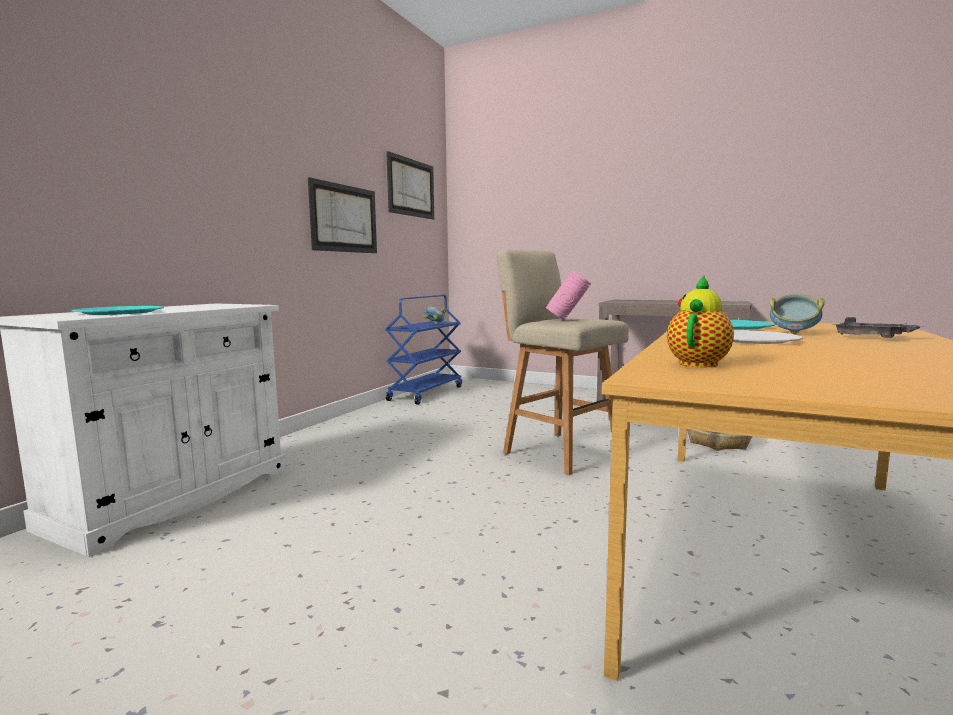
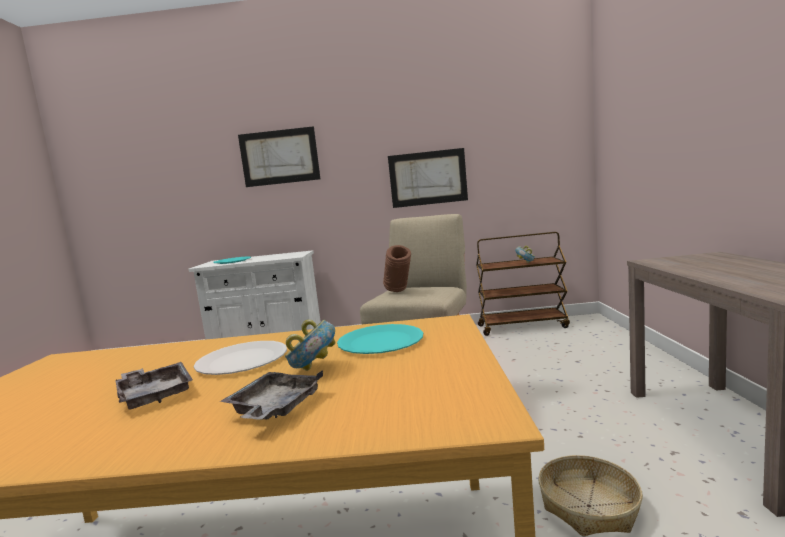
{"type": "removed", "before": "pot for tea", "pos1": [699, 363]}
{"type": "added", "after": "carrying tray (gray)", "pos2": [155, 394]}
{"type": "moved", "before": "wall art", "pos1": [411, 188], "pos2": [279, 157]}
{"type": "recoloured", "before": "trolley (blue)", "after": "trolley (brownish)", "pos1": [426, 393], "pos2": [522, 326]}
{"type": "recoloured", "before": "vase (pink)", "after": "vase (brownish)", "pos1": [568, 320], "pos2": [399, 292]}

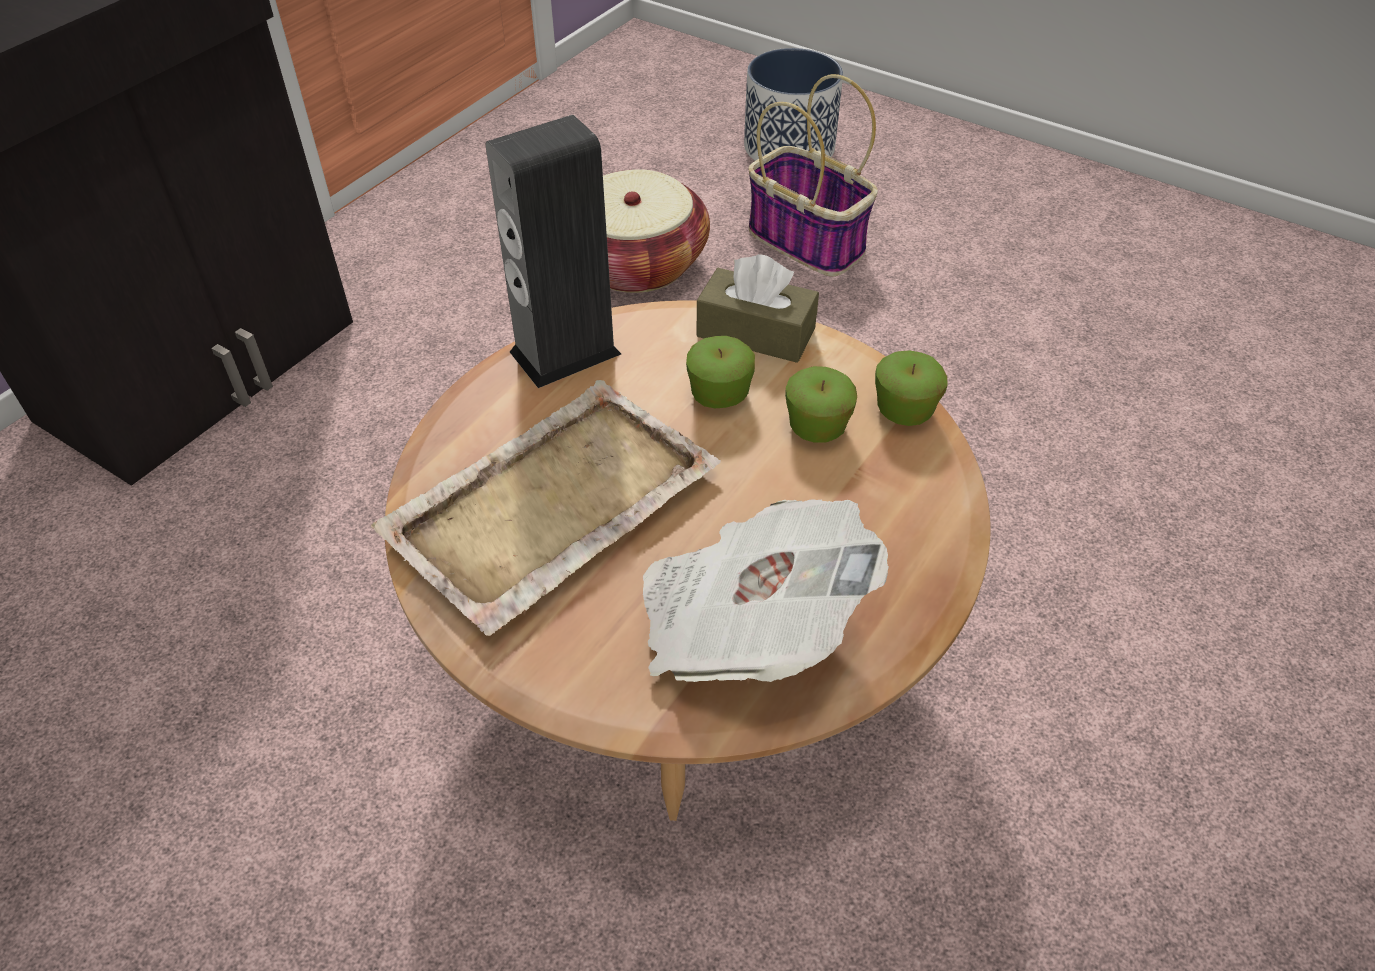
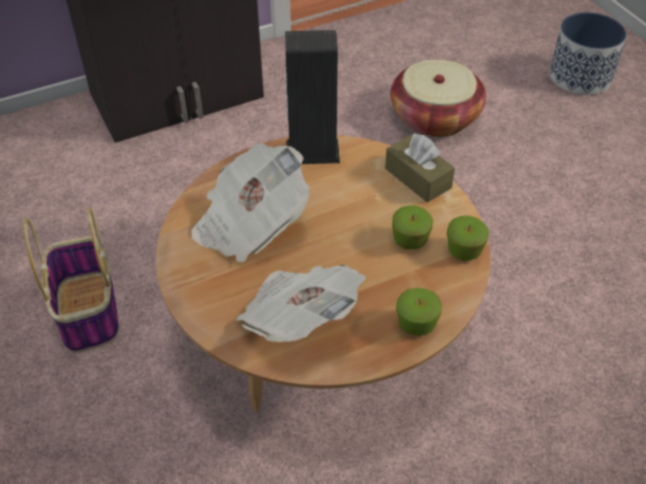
{"type": "moved", "before": "apple fruit", "pos1": [719, 395], "pos2": [416, 324]}
{"type": "moved", "before": "basket", "pos1": [808, 242], "pos2": [88, 313]}
{"type": "replaced", "before": "carrying tray (sand-coloured)", "after": "newspaper", "pos1": [548, 506], "pos2": [250, 224]}

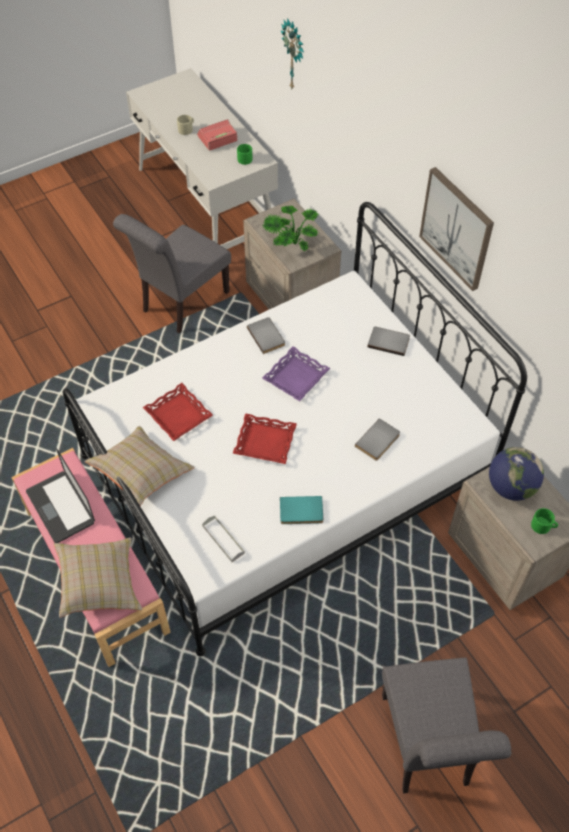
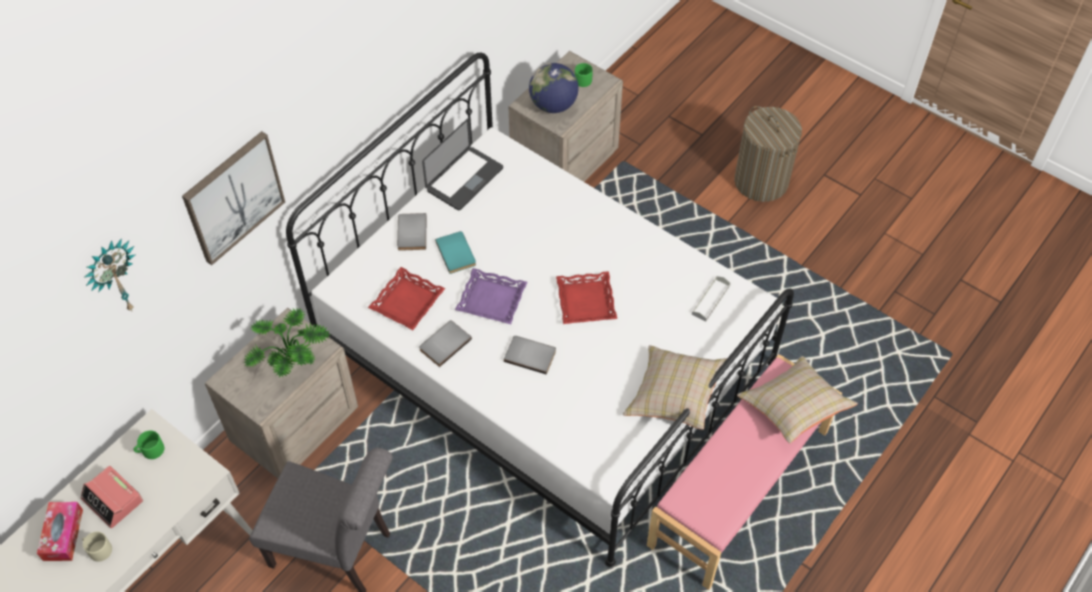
{"type": "added", "after": "tissue holder", "pos2": [63, 535]}
{"type": "moved", "before": "portable computer", "pos1": [61, 507], "pos2": [464, 179]}
{"type": "moved", "before": "carrying tray (red-coloured)", "pos1": [179, 415], "pos2": [407, 302]}
{"type": "moved", "before": "volume (turquoise-coloured)", "pos1": [301, 512], "pos2": [457, 253]}
{"type": "moved", "before": "volume (gray)", "pos1": [378, 441], "pos2": [530, 354]}
{"type": "moved", "before": "wall art", "pos1": [457, 228], "pos2": [233, 197]}
{"type": "replaced", "before": "upright chair (gray)", "after": "hamper", "pos1": [427, 746], "pos2": [761, 181]}

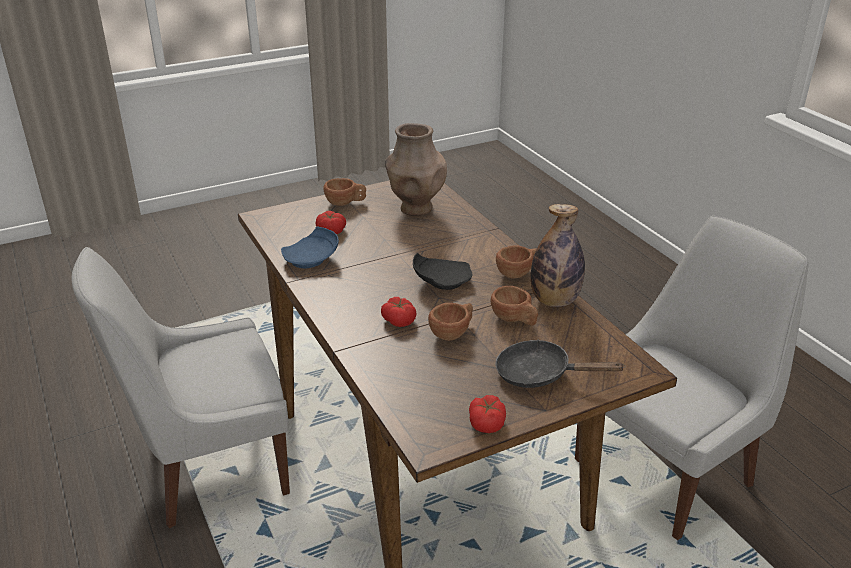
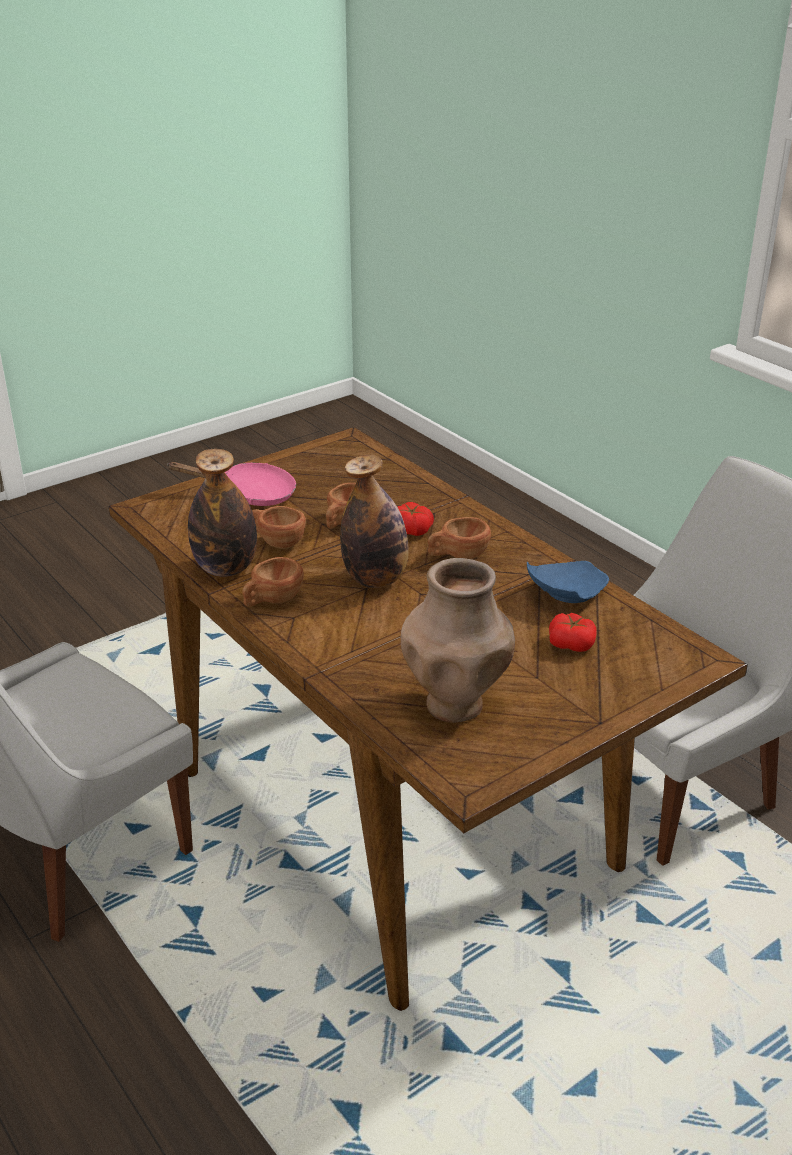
{"type": "removed", "before": "fresh tomato", "pos1": [487, 423]}
{"type": "moved", "before": "drinking cup (brownish)", "pos1": [345, 203], "pos2": [458, 556]}
{"type": "replaced", "before": "dinner plate (blackish)", "after": "drink bottle", "pos1": [441, 281], "pos2": [375, 579]}
{"type": "recoloured", "before": "pan (blackish)", "after": "pan (pink)", "pos1": [540, 374], "pos2": [250, 494]}

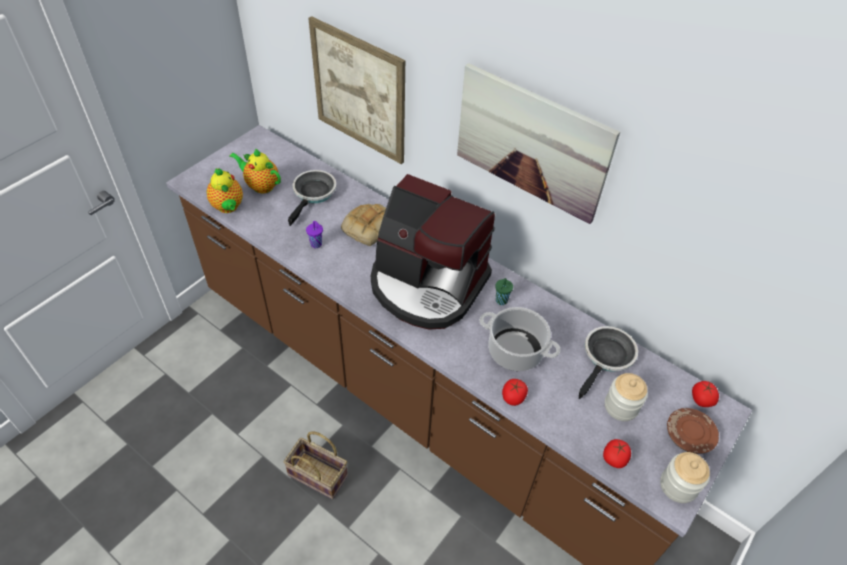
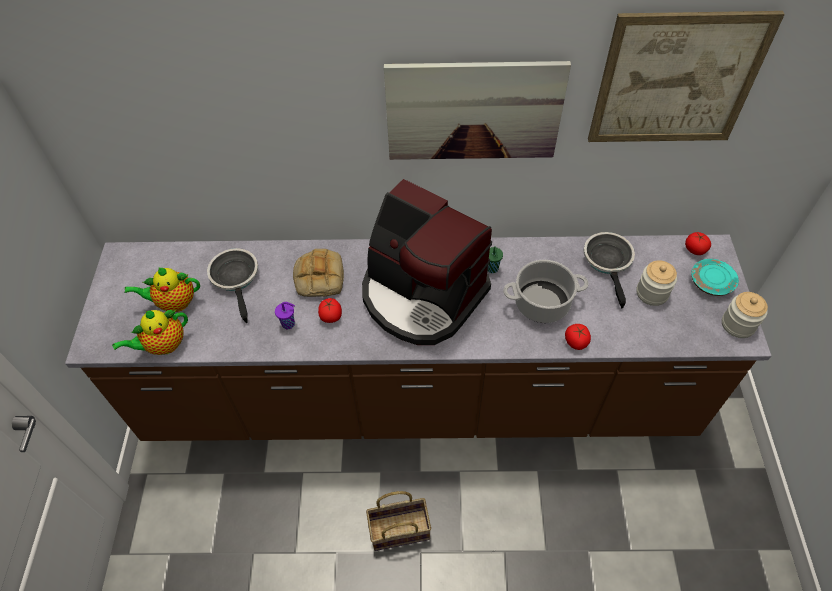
{"type": "moved", "before": "wall art", "pos1": [359, 91], "pos2": [676, 80]}
{"type": "moved", "before": "fresh tomato", "pos1": [614, 458], "pos2": [331, 316]}
{"type": "recoloured", "before": "dinner plate (brownish)", "after": "dinner plate (turquoise-coloured)", "pos1": [688, 436], "pos2": [711, 283]}
{"type": "turned", "before": "pot for tea", "pos1": [228, 207], "pos2": [163, 345], "turn": 120}
{"type": "turned", "before": "coffee maker", "pos1": [427, 285], "pos2": [422, 295], "turn": 45}

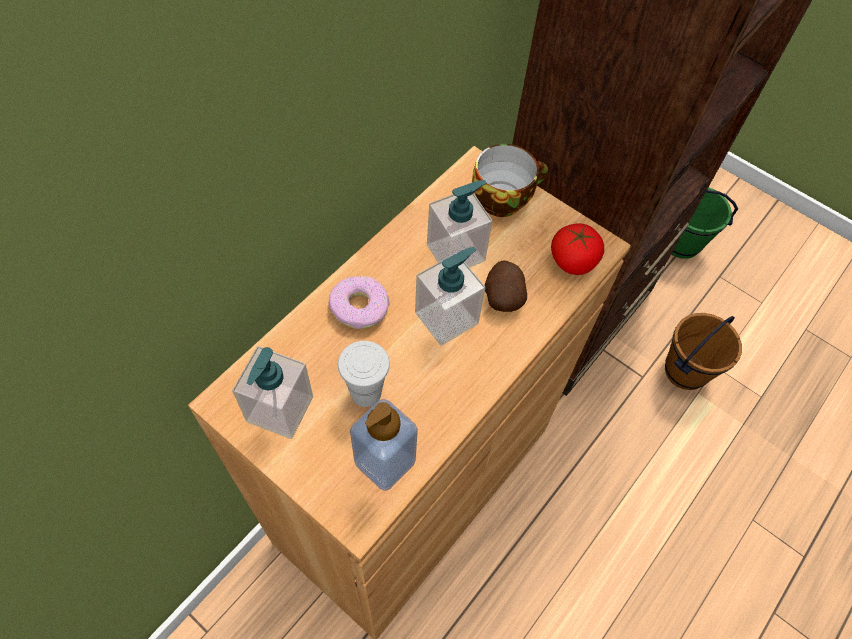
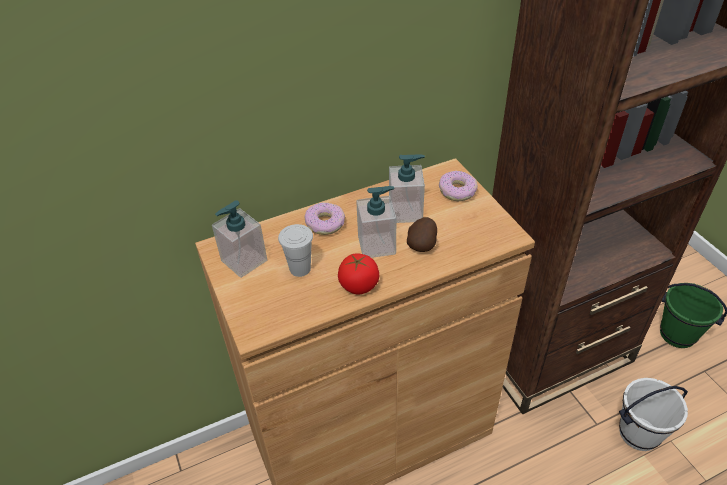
{"type": "removed", "before": "soap bottle", "pos1": [385, 462]}
{"type": "moved", "before": "fresh tomato", "pos1": [573, 261], "pos2": [359, 285]}
{"type": "replaced", "before": "drinking cup", "after": "ring doughnut", "pos1": [503, 198], "pos2": [457, 191]}
{"type": "recoloured", "before": "bucket (brownish)", "after": "bucket (whitish)", "pos1": [684, 370], "pos2": [638, 433]}

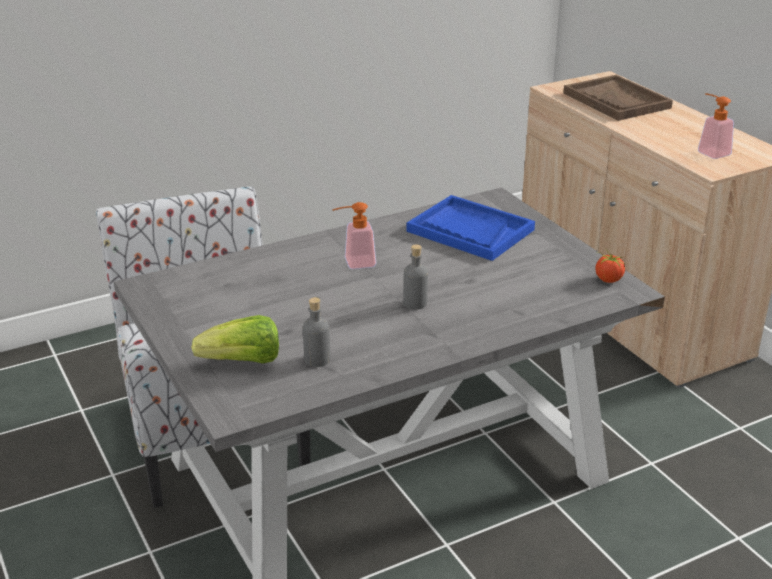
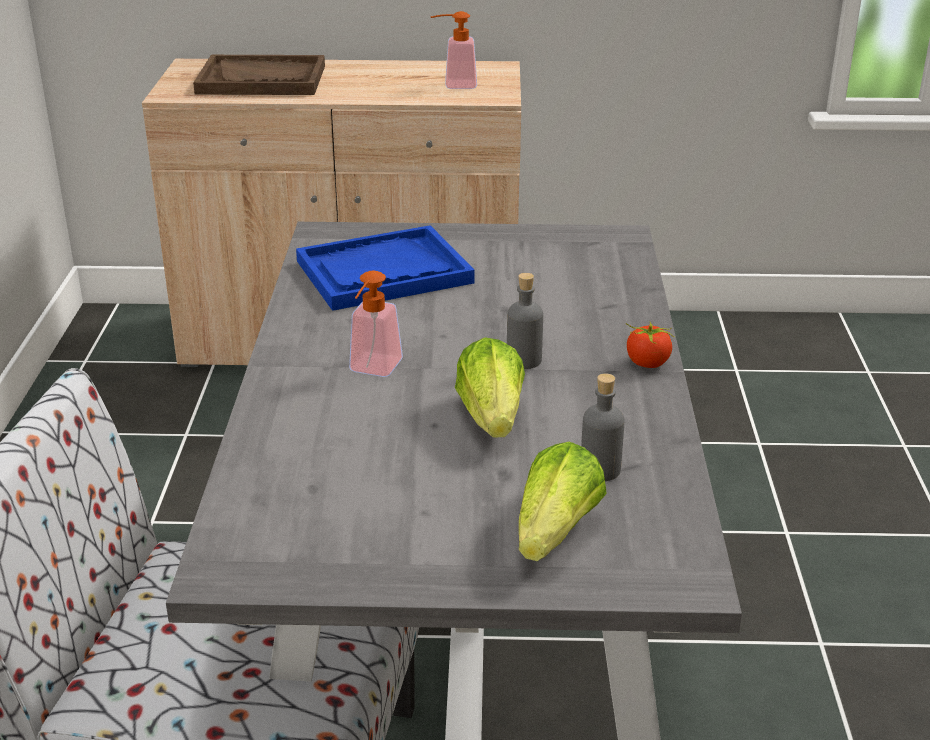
{"type": "added", "after": "head of lettuce", "pos2": [492, 417]}
{"type": "moved", "before": "fresh tomato", "pos1": [608, 279], "pos2": [647, 363]}

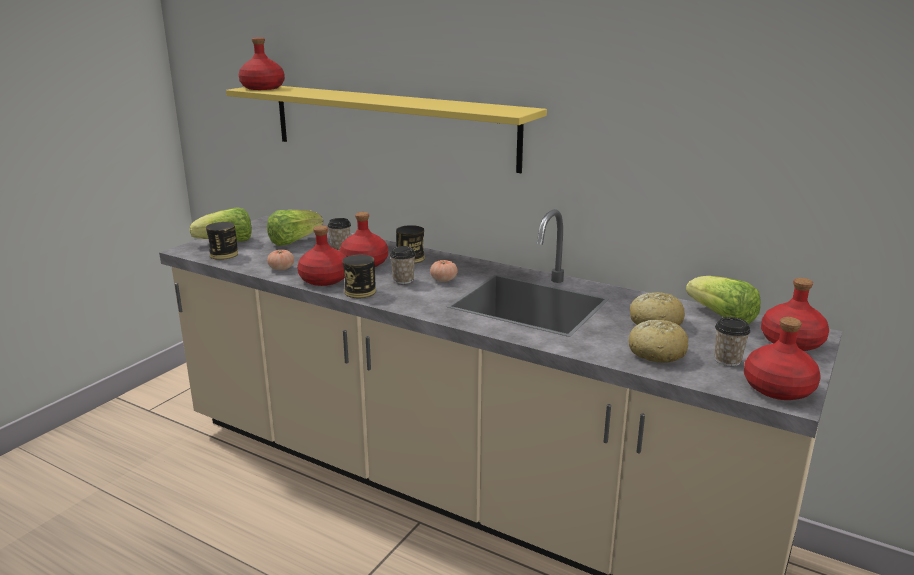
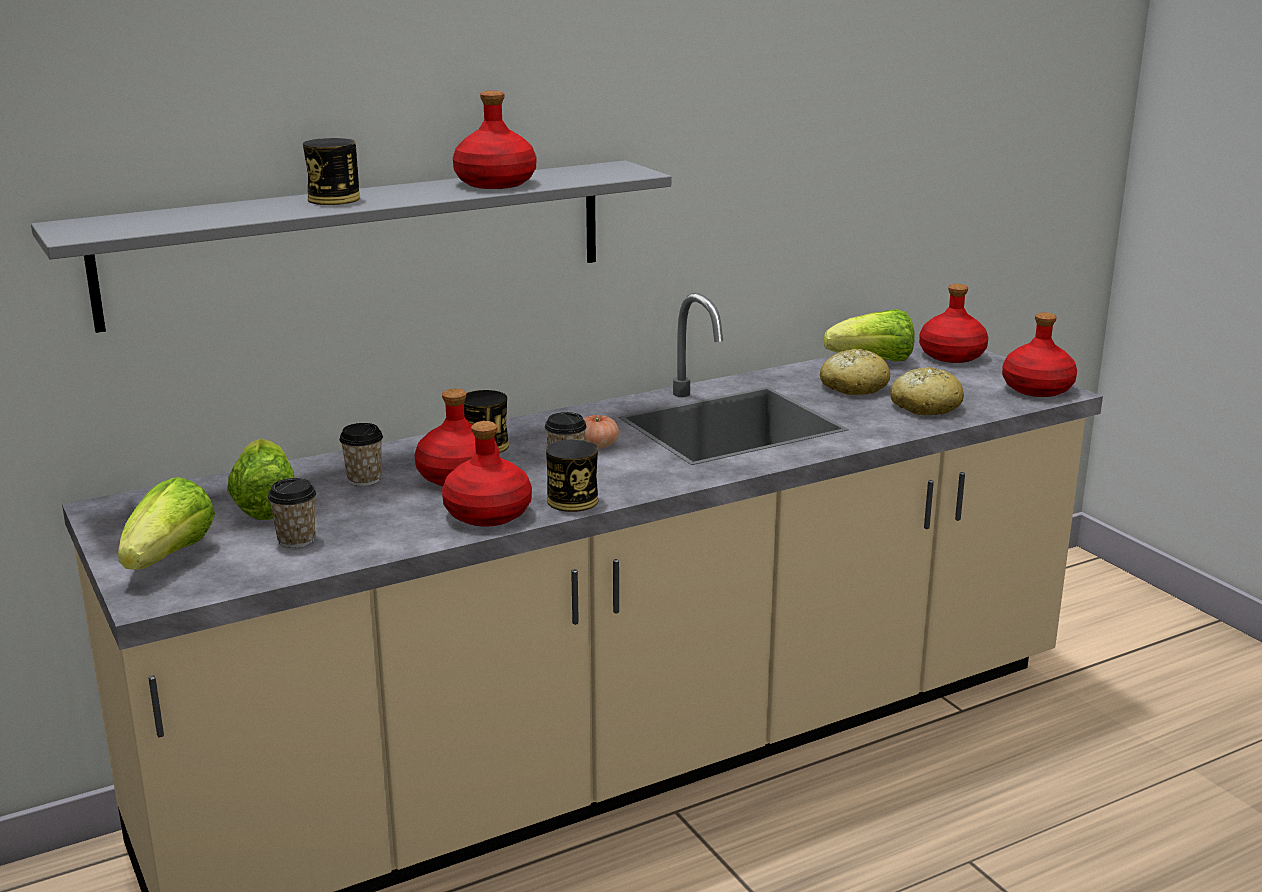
{"type": "removed", "before": "fresh tomato", "pos1": [281, 268]}
{"type": "moved", "before": "can", "pos1": [224, 254], "pos2": [334, 199]}
{"type": "moved", "before": "drink bottle (red-coloured)", "pos1": [262, 88], "pos2": [494, 183]}
{"type": "moved", "before": "drinking cup", "pos1": [727, 360], "pos2": [296, 540]}
{"type": "recoloured", "before": "shelf (yellow)", "after": "shelf (gray)", "pos1": [390, 125], "pos2": [361, 241]}

